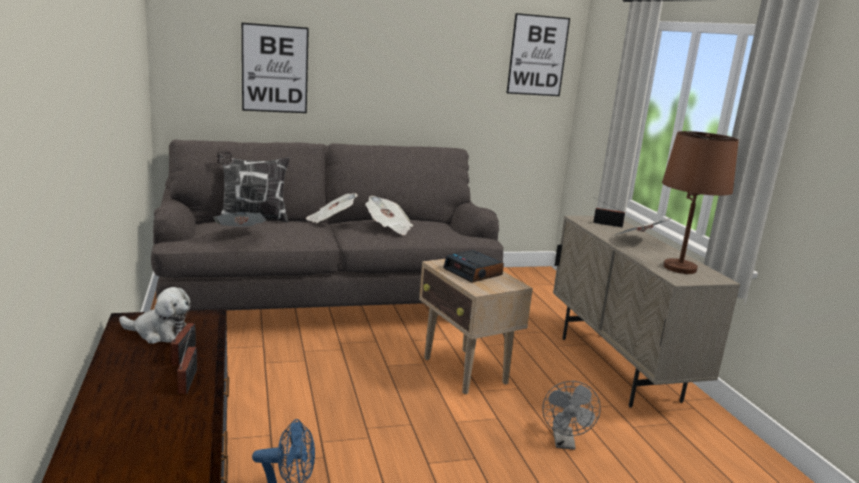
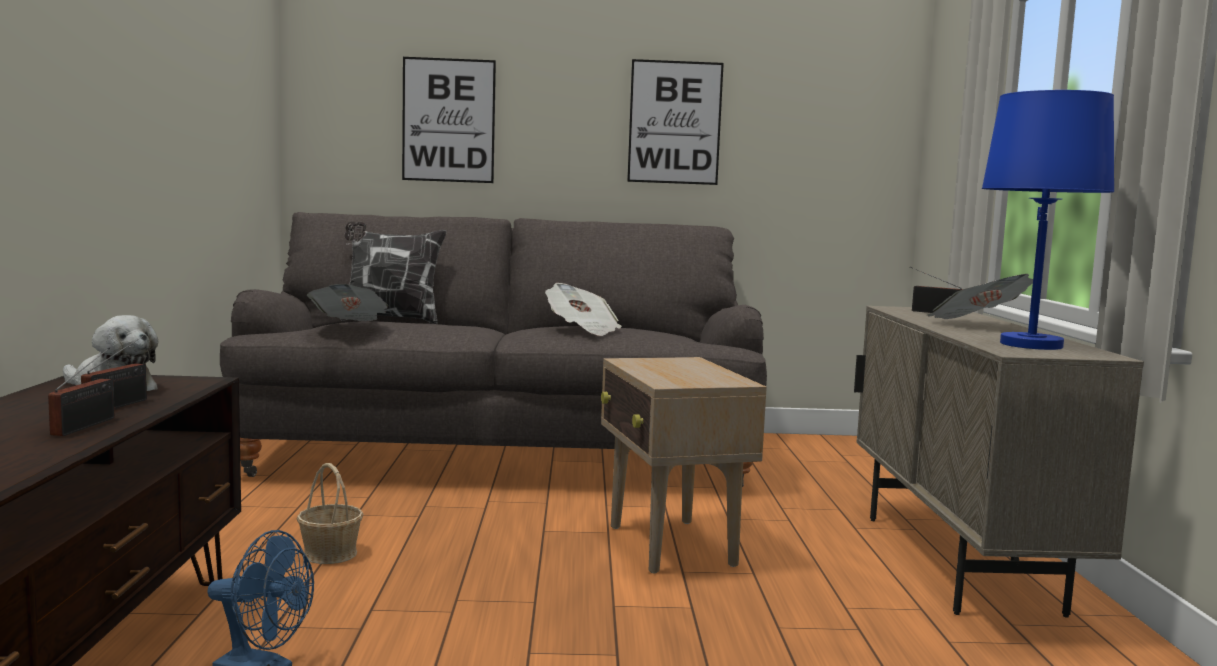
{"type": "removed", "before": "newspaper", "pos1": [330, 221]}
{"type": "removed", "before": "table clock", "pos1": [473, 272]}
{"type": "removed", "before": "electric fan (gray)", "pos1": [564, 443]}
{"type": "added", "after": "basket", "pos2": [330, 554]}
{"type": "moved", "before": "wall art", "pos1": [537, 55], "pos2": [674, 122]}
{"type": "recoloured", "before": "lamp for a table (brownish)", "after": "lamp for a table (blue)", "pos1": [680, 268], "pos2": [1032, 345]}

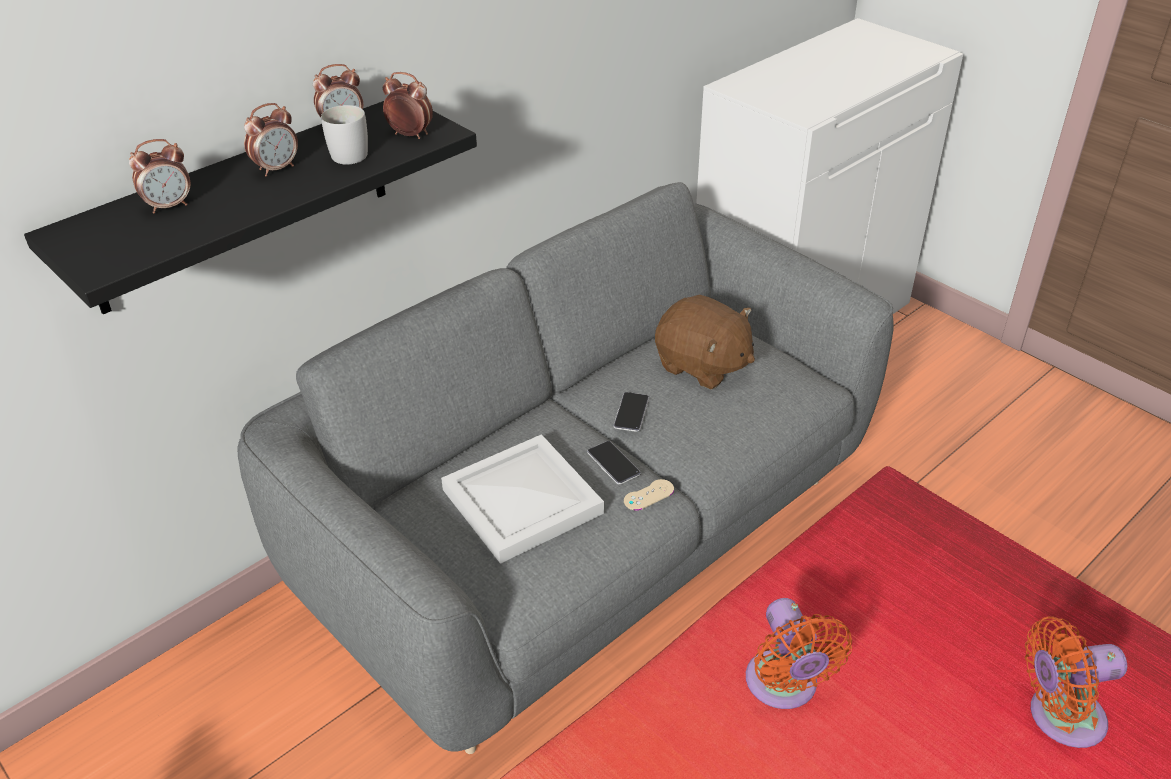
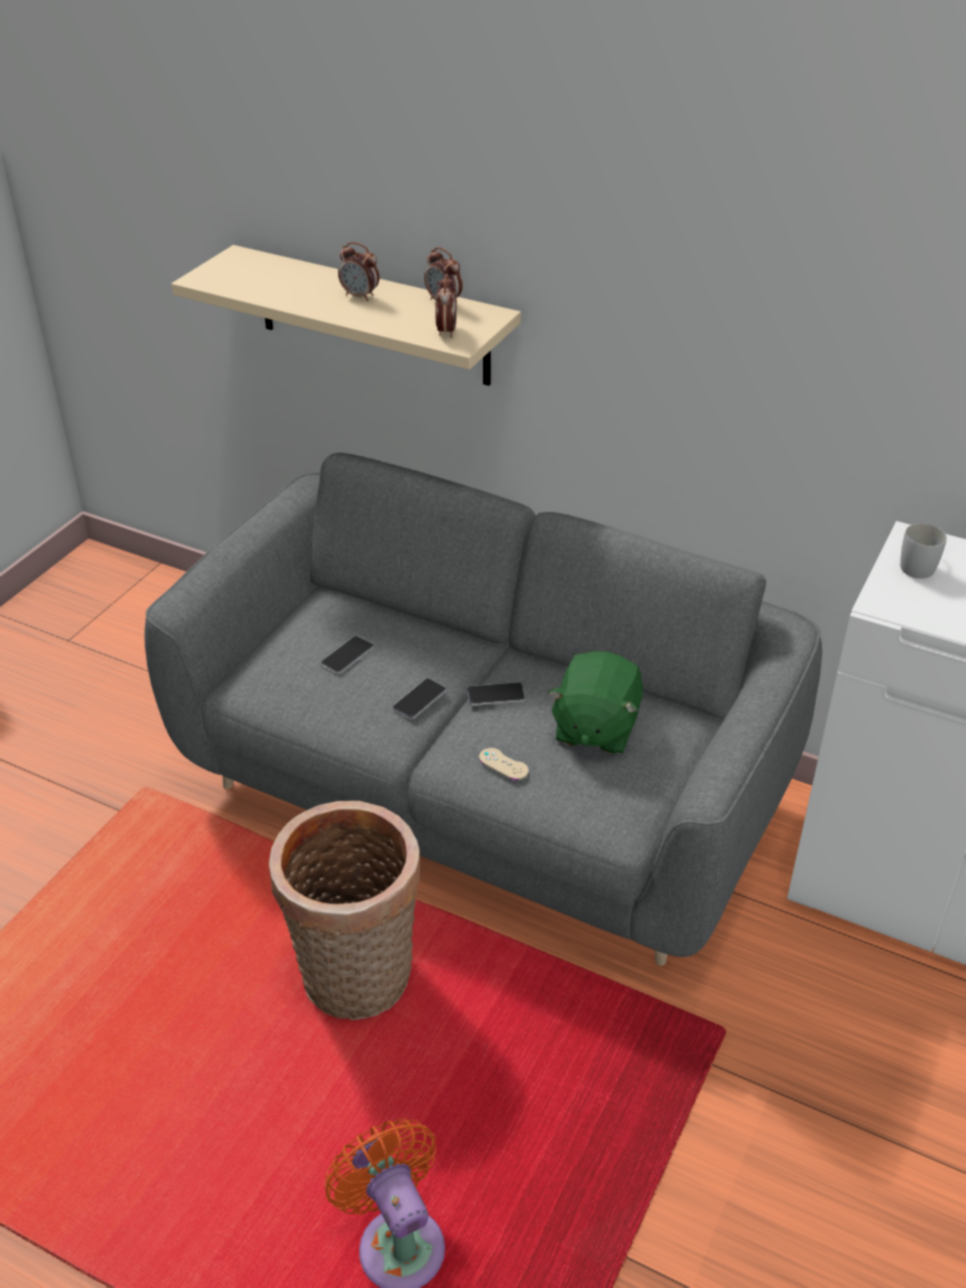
{"type": "removed", "before": "table clock", "pos1": [169, 206]}
{"type": "moved", "before": "coffee mug (whitish)", "pos1": [344, 153], "pos2": [919, 565]}
{"type": "moved", "before": "gamepad (sand-coloured)", "pos1": [648, 495], "pos2": [503, 764]}
{"type": "replaced", "before": "carrying tray (whitish)", "after": "phone", "pos1": [523, 499], "pos2": [347, 656]}
{"type": "replaced", "before": "electric fan (orange)", "after": "basket", "pos1": [784, 687], "pos2": [356, 982]}
{"type": "recoloured", "before": "shelf (blackish)", "after": "shelf (sand-coloured)", "pos1": [242, 204], "pos2": [373, 316]}
{"type": "recoloured", "before": "cuddly toy (brownish)", "after": "cuddly toy (green-coloured)", "pos1": [702, 366], "pos2": [595, 728]}

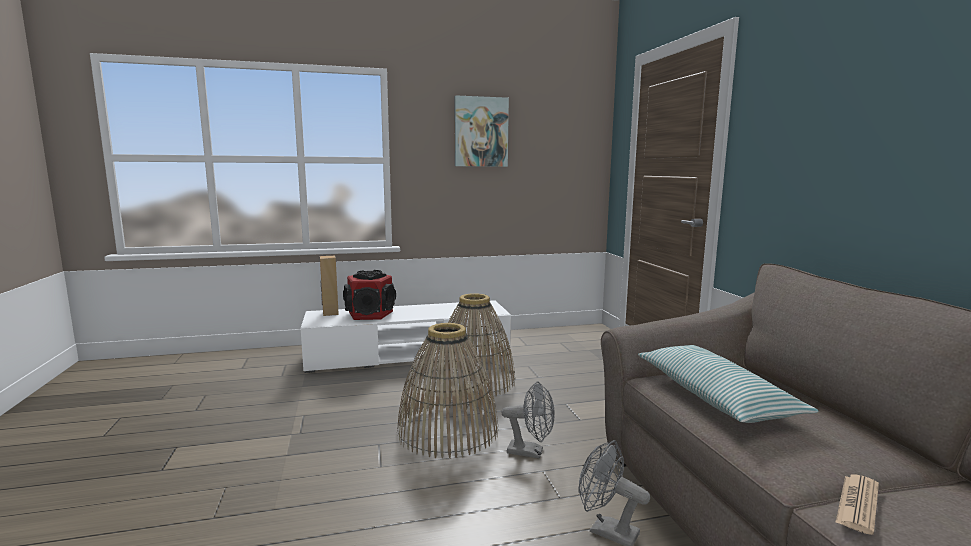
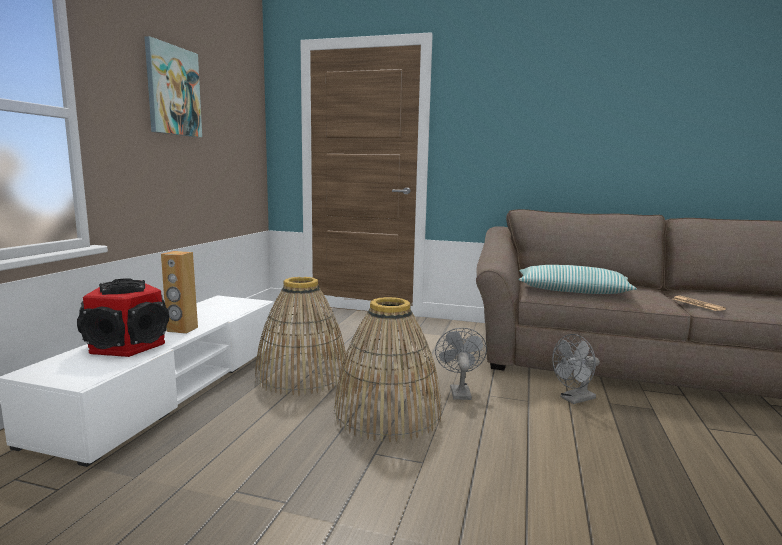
{"type": "moved", "before": "audio speaker (brownish)", "pos1": [330, 313], "pos2": [182, 329]}
{"type": "turned", "before": "electric fan (gray)", "pos1": [531, 452], "pos2": [459, 391], "turn": -45}

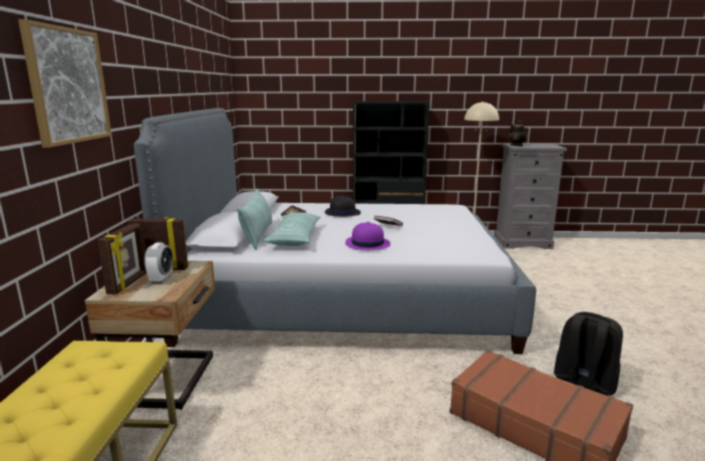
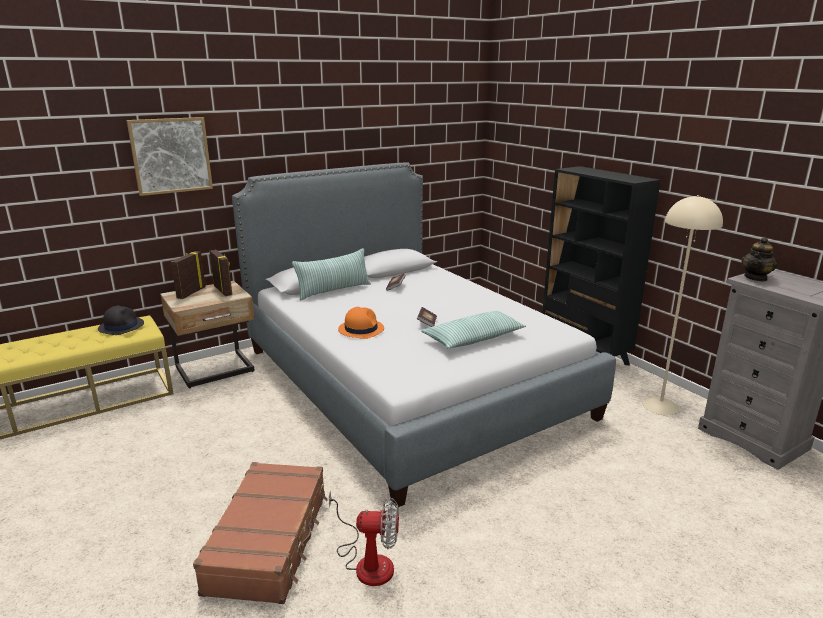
{"type": "removed", "before": "table clock", "pos1": [161, 279]}
{"type": "moved", "before": "cushion", "pos1": [294, 238], "pos2": [473, 339]}
{"type": "moved", "before": "clothing hat (blackish)", "pos1": [342, 213], "pos2": [121, 326]}
{"type": "replaced", "before": "rucksack (blackish)", "after": "electric fan", "pos1": [583, 385], "pos2": [367, 561]}
{"type": "recoloured", "before": "clothing hat (purple-coloured)", "after": "clothing hat (orange)", "pos1": [367, 244], "pos2": [361, 329]}
{"type": "turned", "before": "photo frame", "pos1": [128, 284], "pos2": [191, 293], "turn": 135}

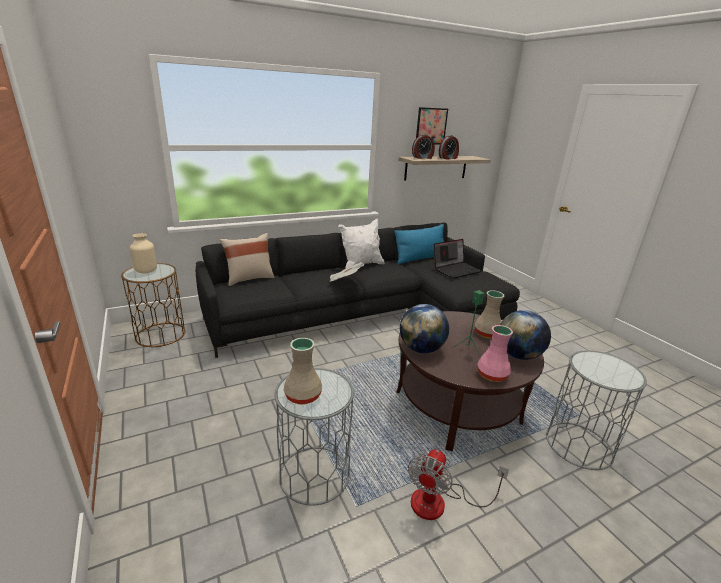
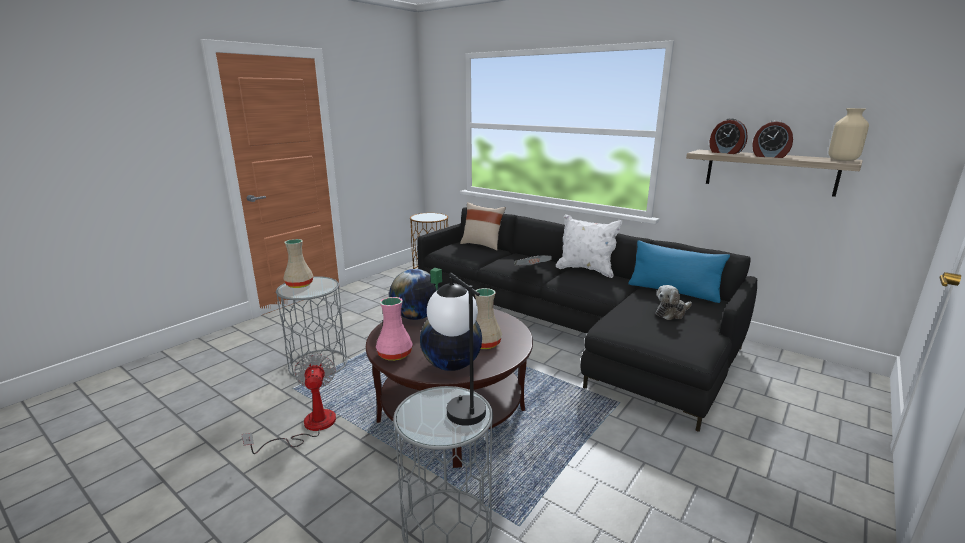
{"type": "removed", "before": "wall art", "pos1": [431, 126]}
{"type": "added", "after": "lamp for a table", "pos2": [458, 404]}
{"type": "moved", "before": "vase (sand-coloured)", "pos1": [146, 271], "pos2": [842, 160]}
{"type": "replaced", "before": "portable computer", "after": "cuddly toy", "pos1": [456, 269], "pos2": [671, 313]}
{"type": "turned", "before": "electric fan", "pos1": [440, 502], "pos2": [309, 427], "turn": 75}

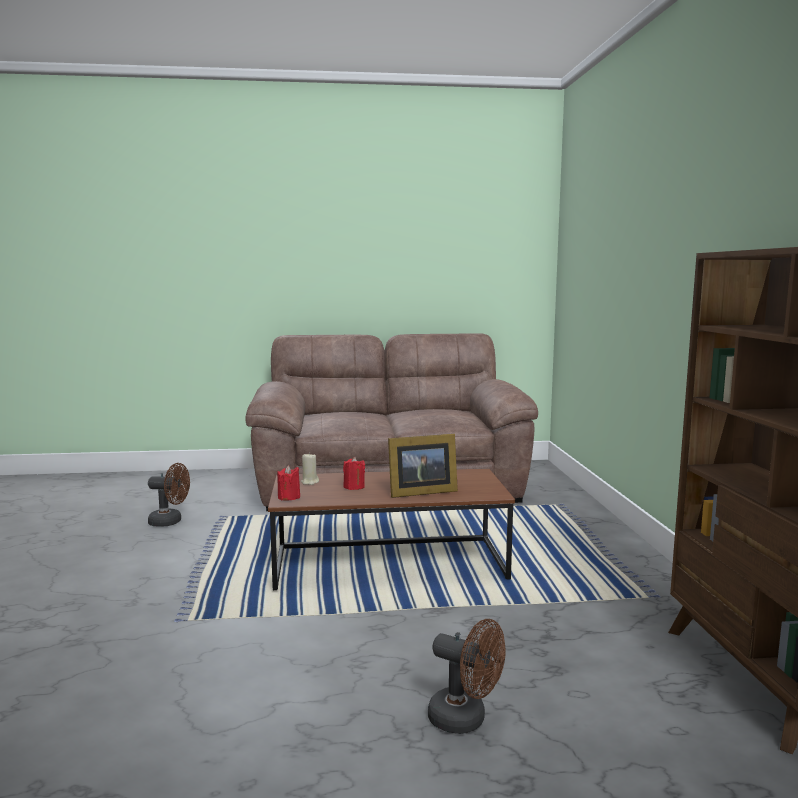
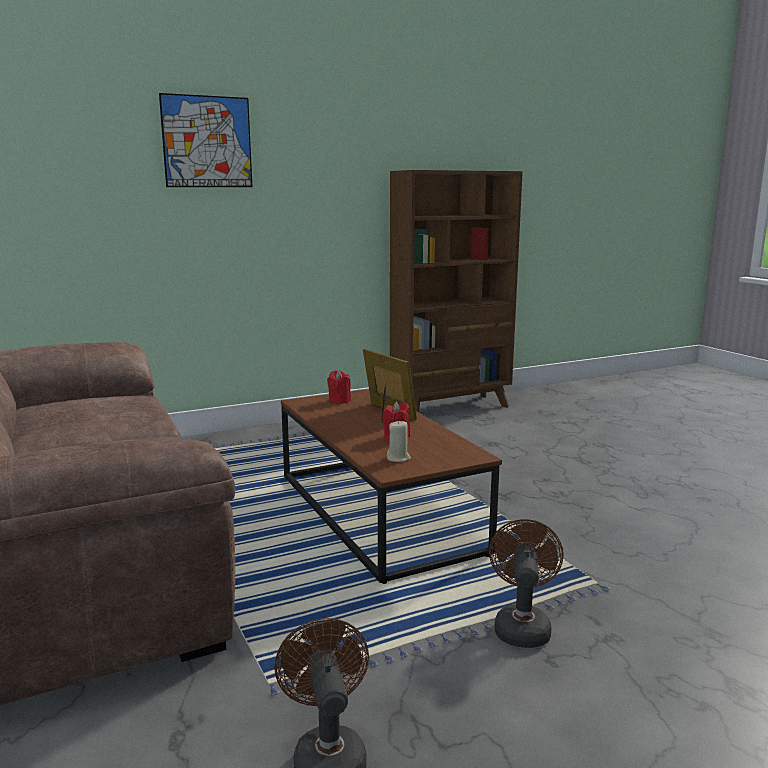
{"type": "added", "after": "wall art", "pos2": [207, 142]}
{"type": "moved", "before": "candle (red-coloured)", "pos1": [289, 497], "pos2": [339, 400]}
{"type": "moved", "before": "electric fan (brownish)", "pos1": [466, 719], "pos2": [521, 626]}

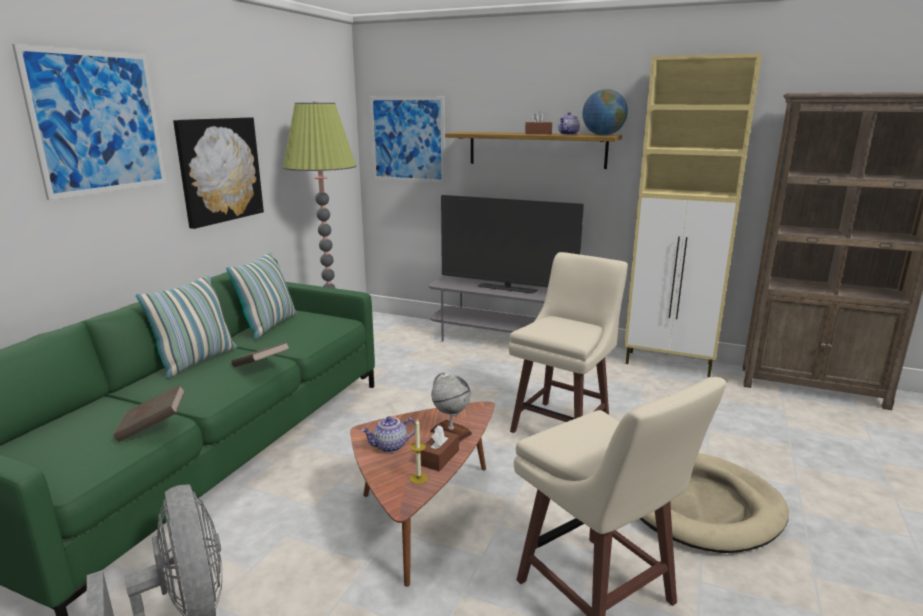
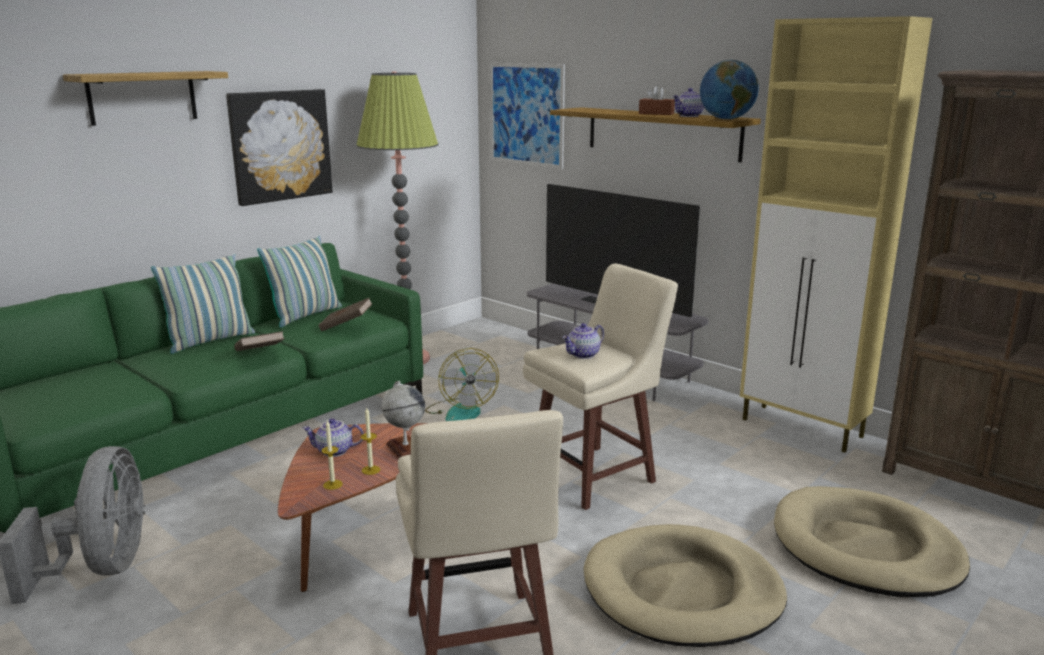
{"type": "added", "after": "electric fan", "pos2": [460, 411]}
{"type": "added", "after": "pot for tea", "pos2": [583, 355]}
{"type": "added", "after": "pet bed (sand-coloured)", "pos2": [865, 548]}
{"type": "moved", "before": "volume (brownish)", "pos1": [153, 427], "pos2": [346, 326]}
{"type": "replaced", "before": "wall art", "after": "shelf", "pos1": [98, 122], "pos2": [142, 97]}
{"type": "replaced", "before": "tissue holder (brownish)", "after": "candle", "pos1": [439, 458], "pos2": [371, 470]}

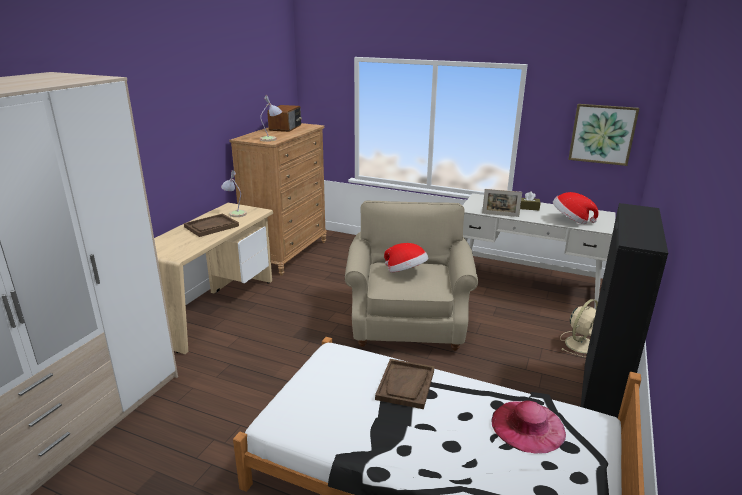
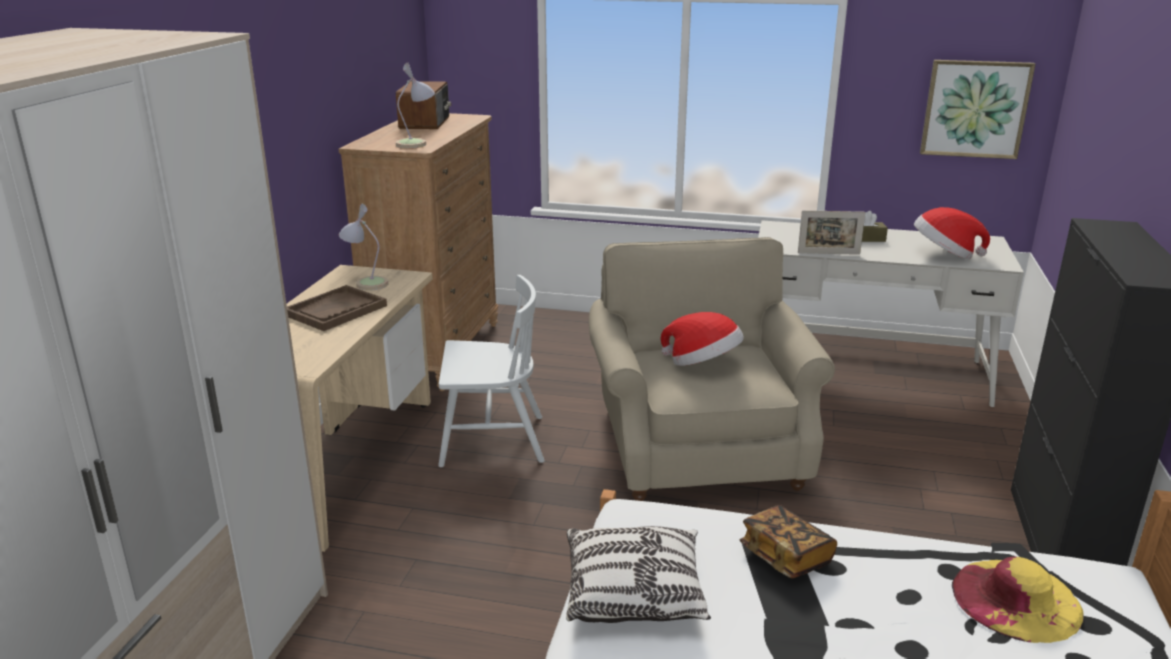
{"type": "removed", "before": "electric fan (sand-coloured)", "pos1": [581, 344]}
{"type": "added", "after": "upright chair (whitish)", "pos2": [491, 441]}
{"type": "added", "after": "cushion", "pos2": [634, 593]}
{"type": "replaced", "before": "carrying tray (brownish)", "after": "volume", "pos1": [405, 385], "pos2": [785, 556]}
{"type": "recoloured", "before": "clothing hat (pink)", "after": "clothing hat (yellow)", "pos1": [528, 426], "pos2": [1016, 599]}

